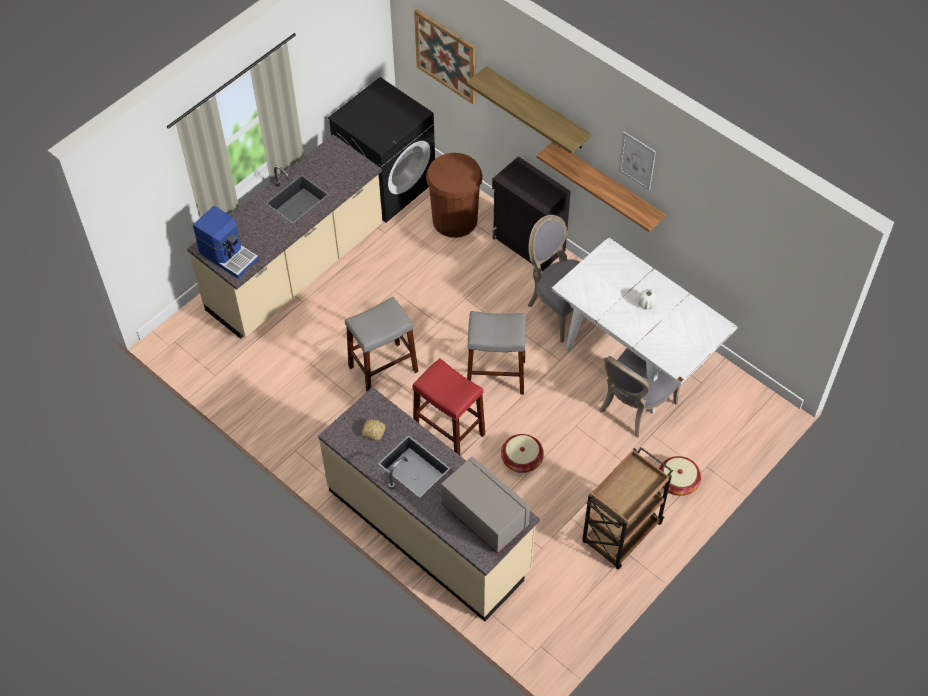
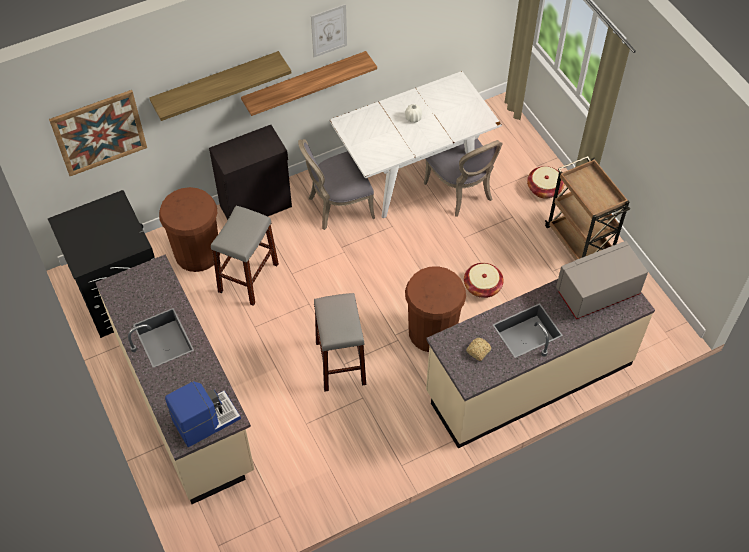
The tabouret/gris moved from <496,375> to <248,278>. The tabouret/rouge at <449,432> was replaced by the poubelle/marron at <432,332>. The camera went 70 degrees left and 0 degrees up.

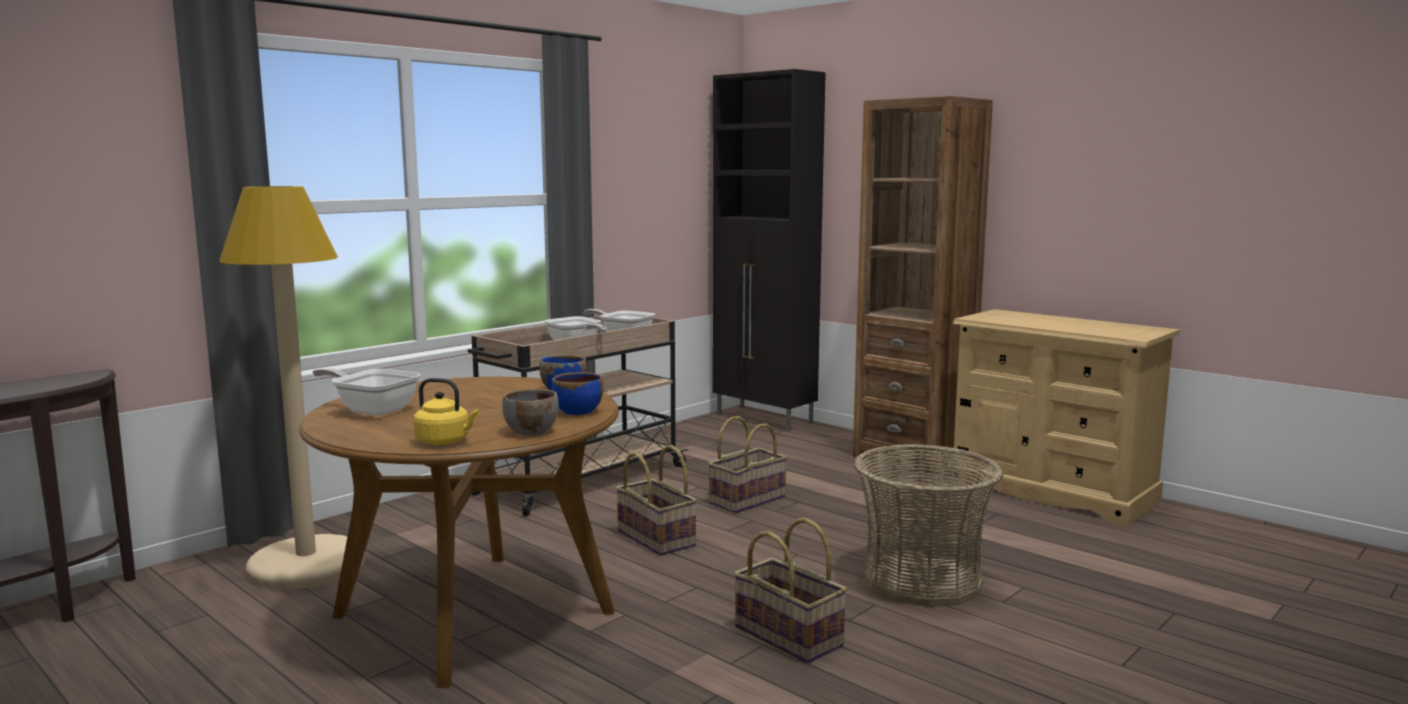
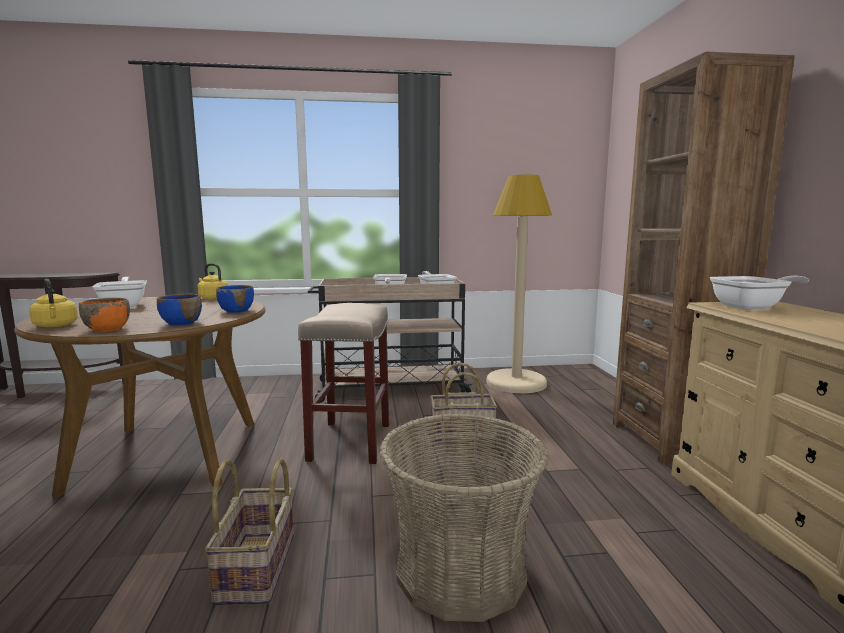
The bol/gris at <530,431> became the bol/orange at <107,329>. The bouilloire/jaune at <212,298> appeared. The panier at <657,538> was replaced by the tabouret/beige at <351,442>. The lampadaire/beige moved from <307,565> to <516,383>. The poêle at <752,307> appeared. The meuble de rangement/noir at <764,419> disappeared. The camera went 40 degrees right and 0 degrees up.

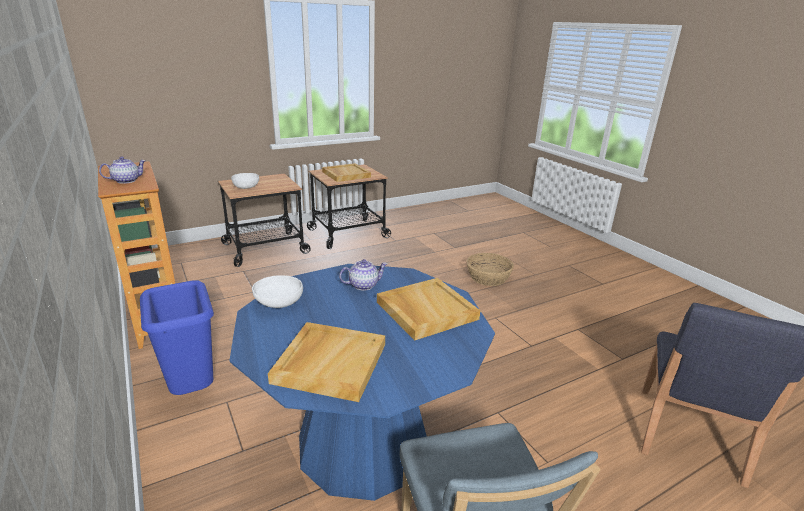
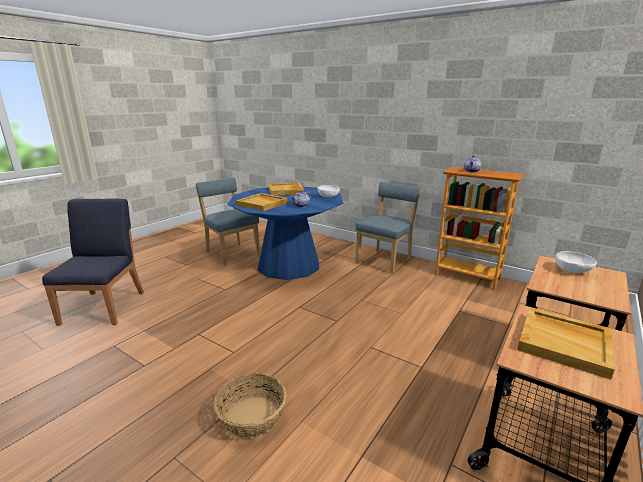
The poubelle/bleu at <193,391> was replaced by the chaise/bleu at <385,260>. The camera went 155 degrees right and 5 degrees down.

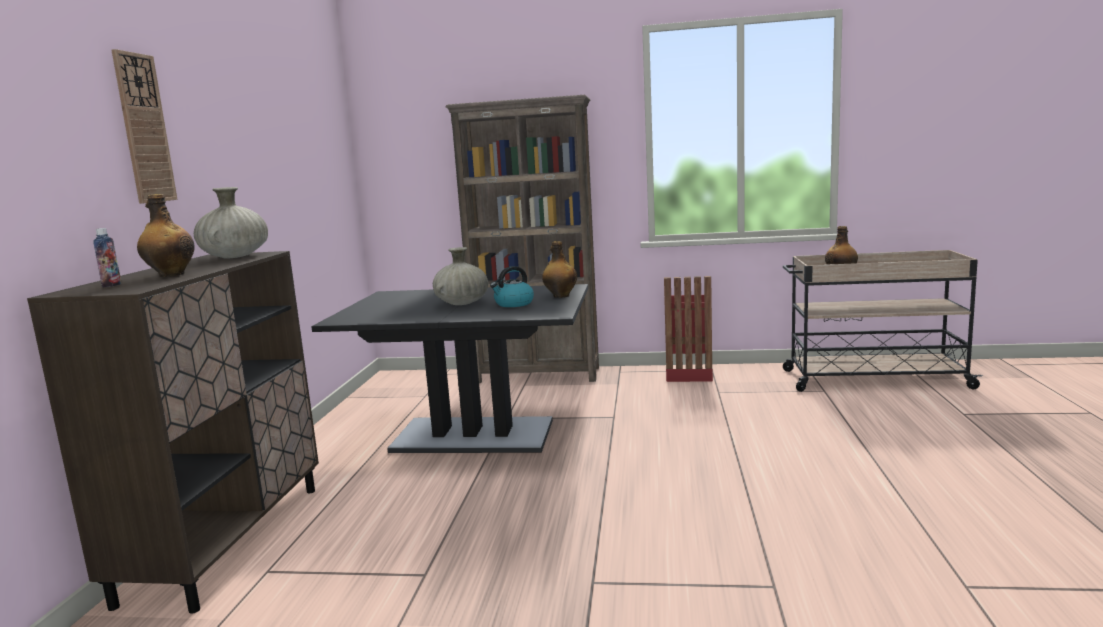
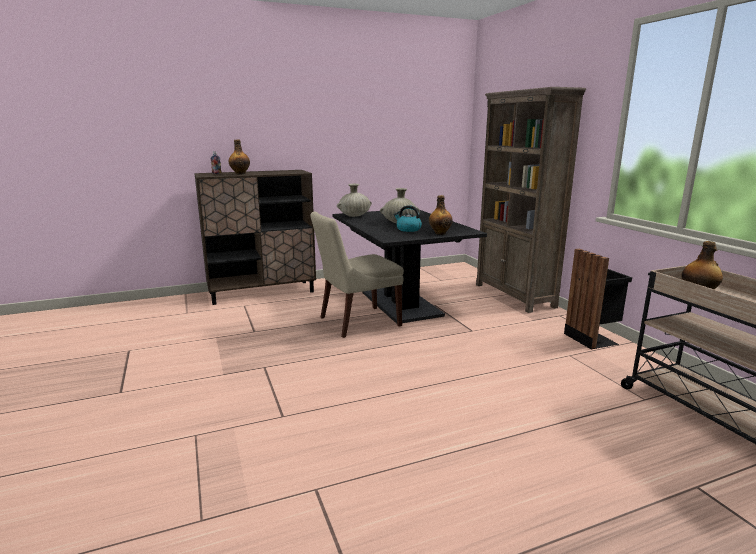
The chaise/beige at <357,322> appeared. The vase/beige moved from <235,257> to <354,216>. The poubelle/rouge at <688,374> became the poubelle/noir at <592,338>. The horloge murale at <144,129> disappeared. The camera went 60 degrees right and 5 degrees up.

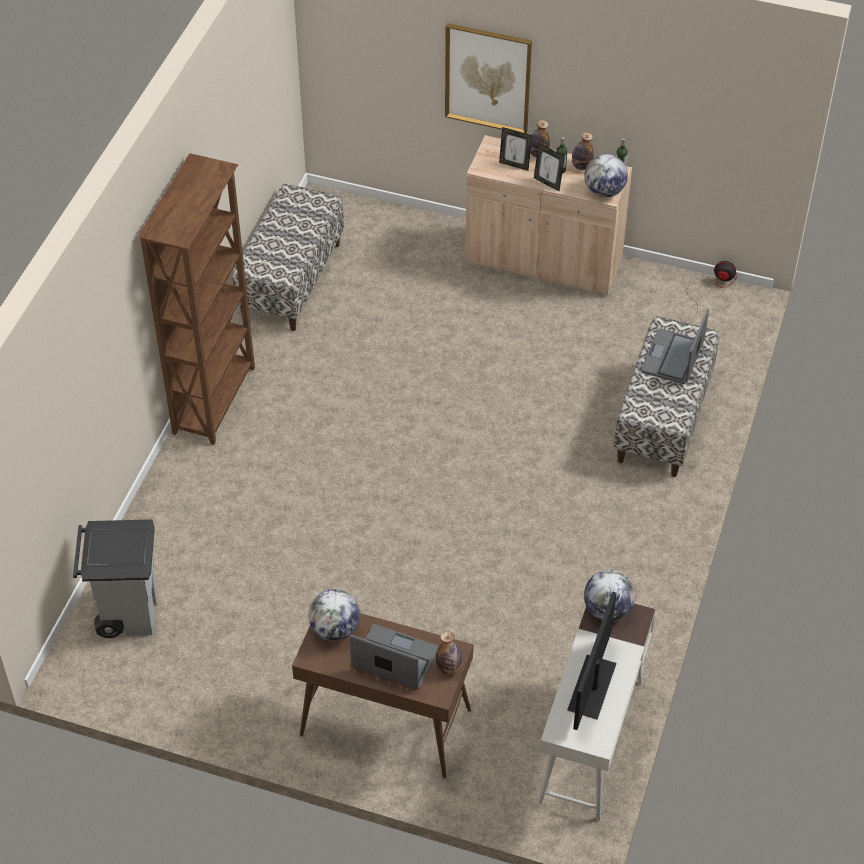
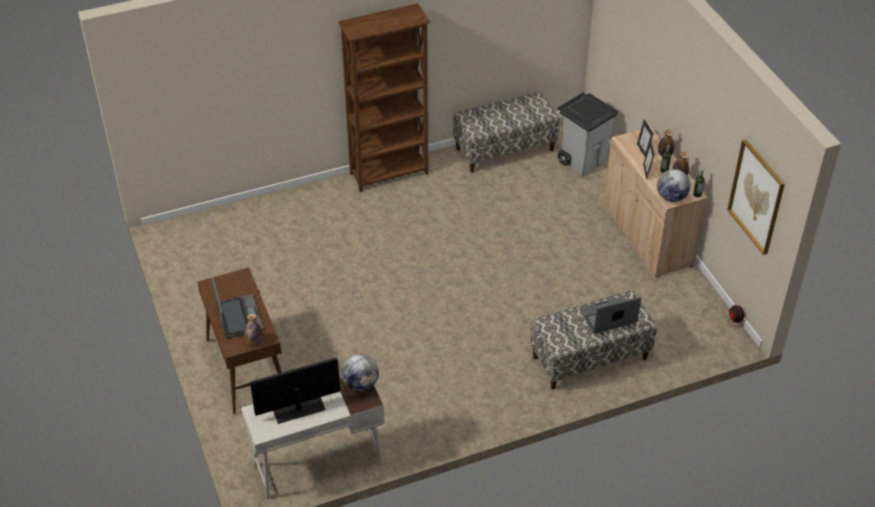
The poubelle/gris moved from <127,611> to <582,160>. The tableau moved from <488,78> to <756,197>. The globe at <335,629> disappeared. The camera went 50 degrees right and 5 degrees down.

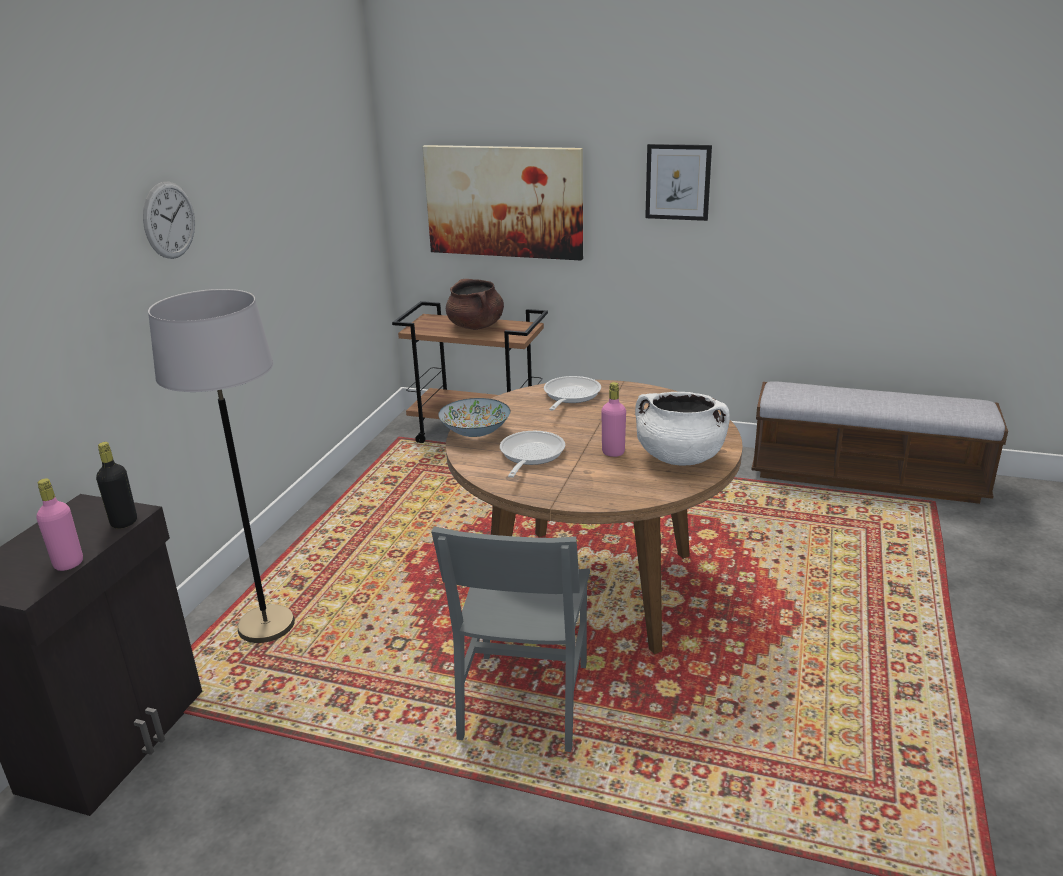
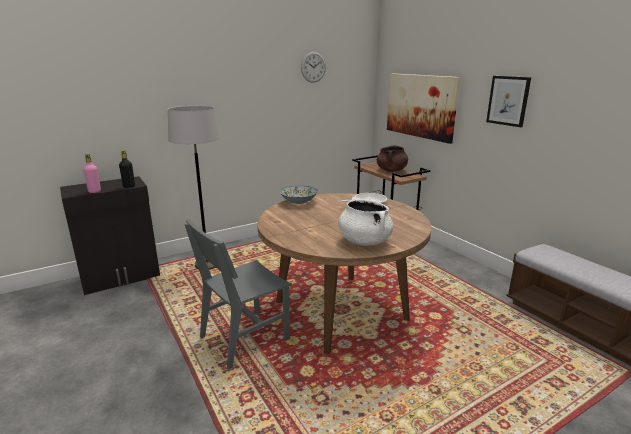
The horloge murale moved from <169,220> to <313,67>. The poêle at <530,455> disappeared. The bouteille/rose at <613,452> disappeared. The camera went 40 degrees right and 5 degrees down.

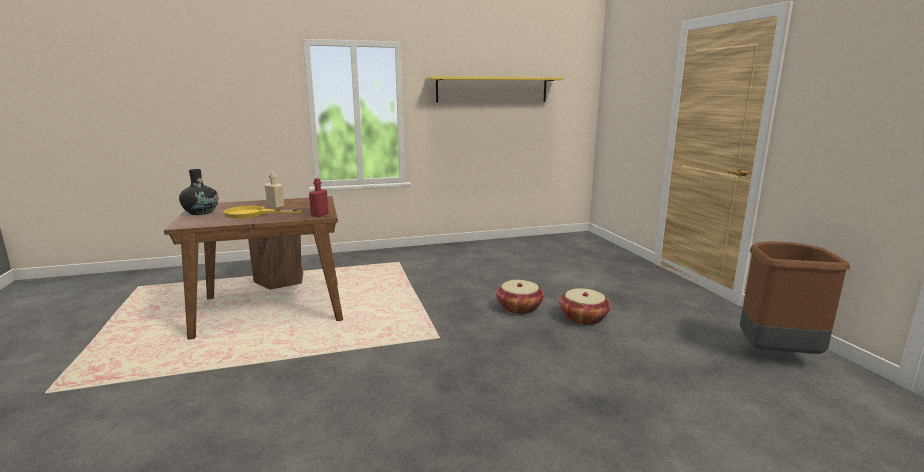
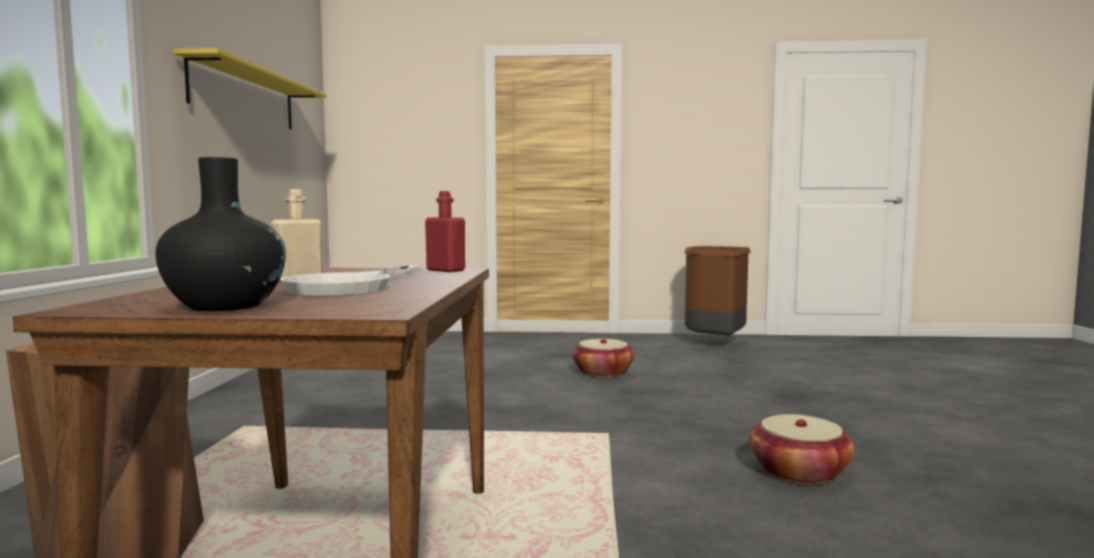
The poêle/jaune at <252,214> became the poêle/blanc at <350,286>. The panier moved from <519,308> to <799,472>. The camera went 70 degrees left and 10 degrees down.

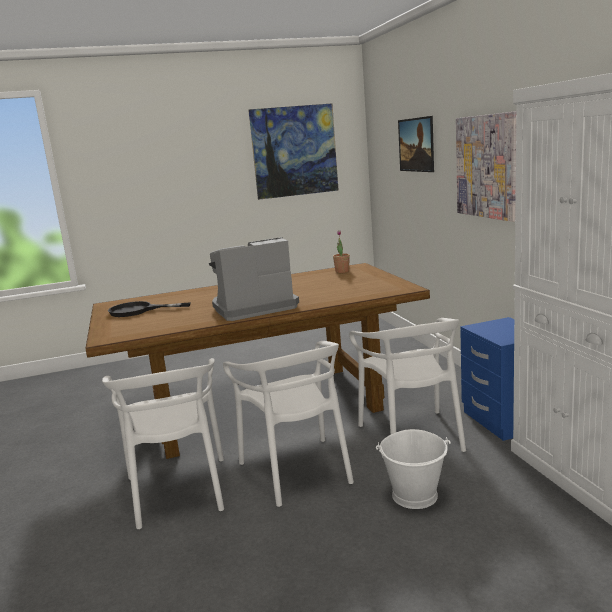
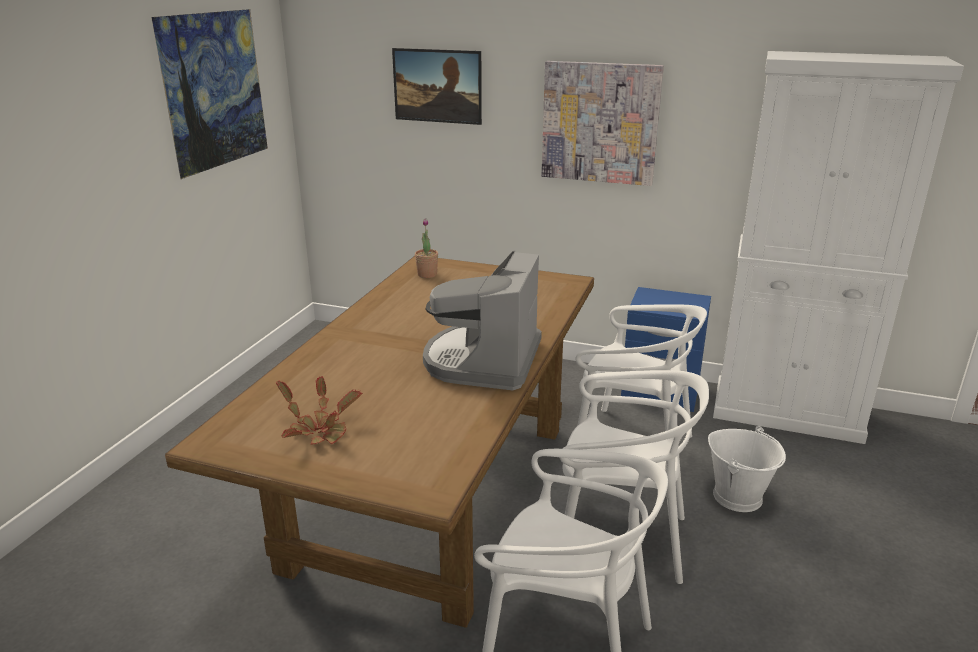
The poêle/noir at <138,311> was replaced by the plante en pot at <319,429>. The camera went 55 degrees left and 10 degrees up.

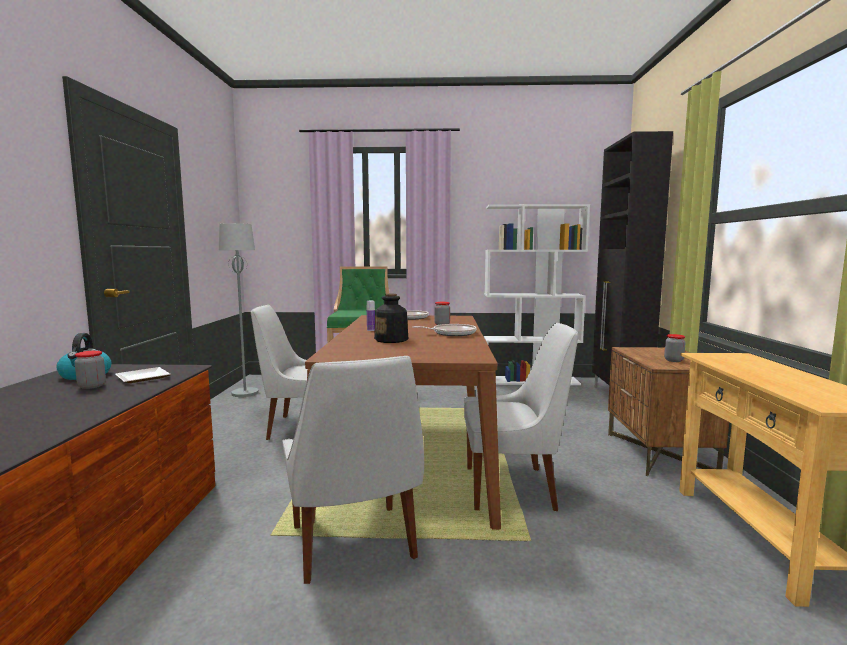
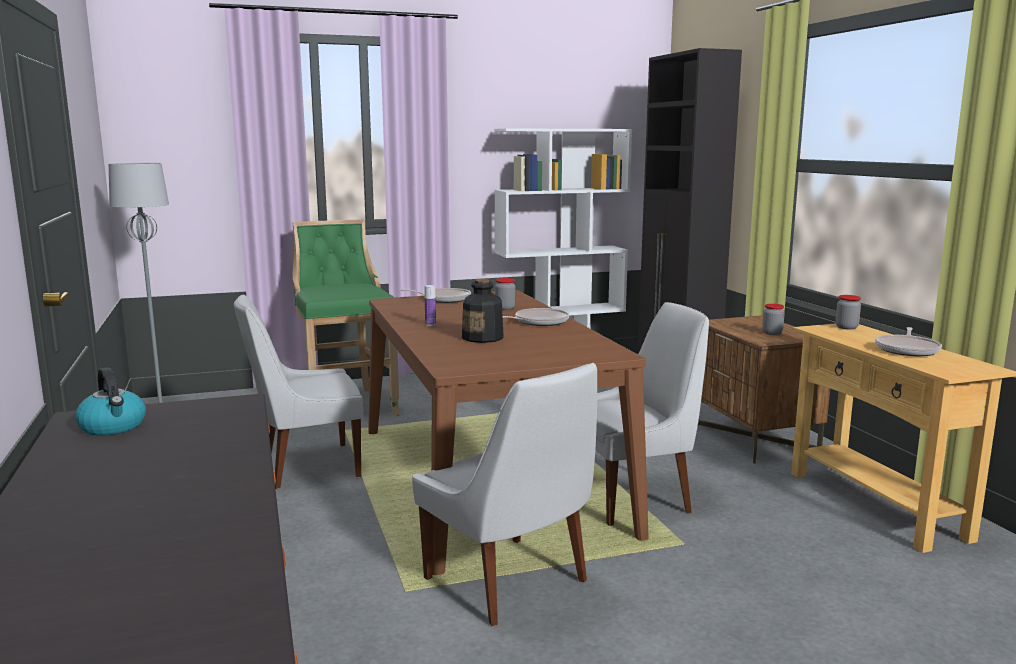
The bocal moved from <92,386> to <846,327>. The poêle at <907,349> appeared. The assiette at <141,377> disappeared. The camera went 20 degrees left and 5 degrees up.

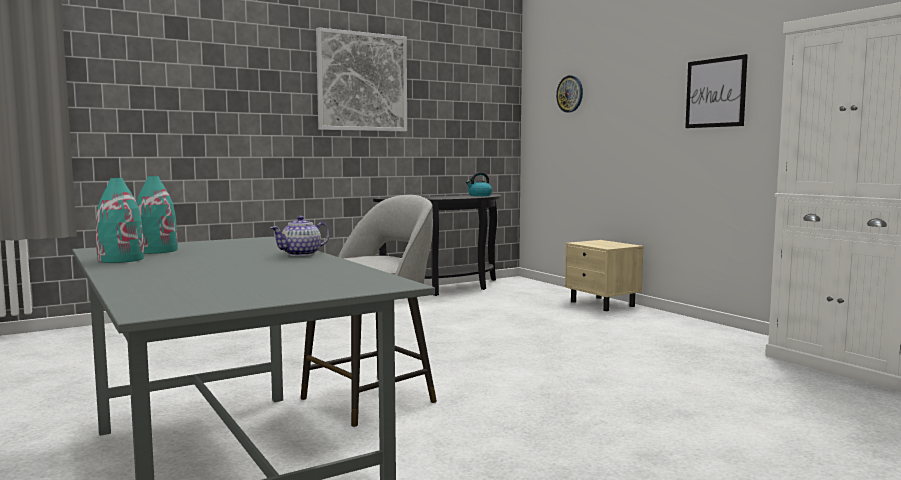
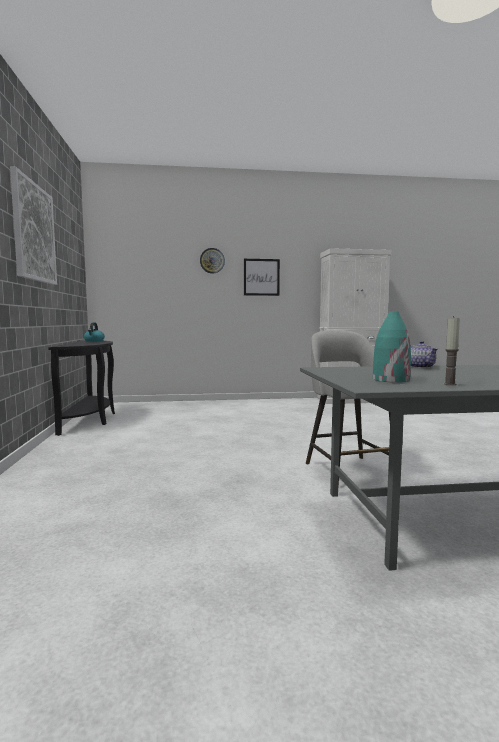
The horloge murale moved from <570,94> to <212,260>. The vase/turquoise at <121,259> was replaced by the bougie at <449,384>. The table de chevet/beige at <602,304> disappeared. The camera went 65 degrees left and 0 degrees up.

